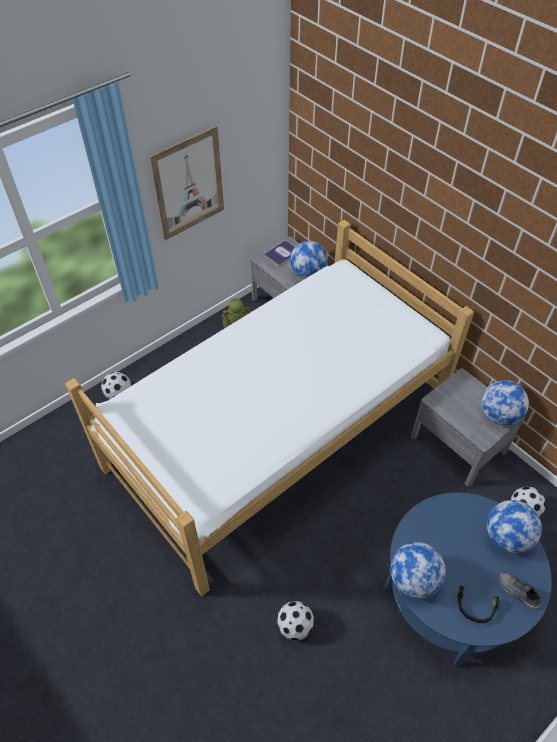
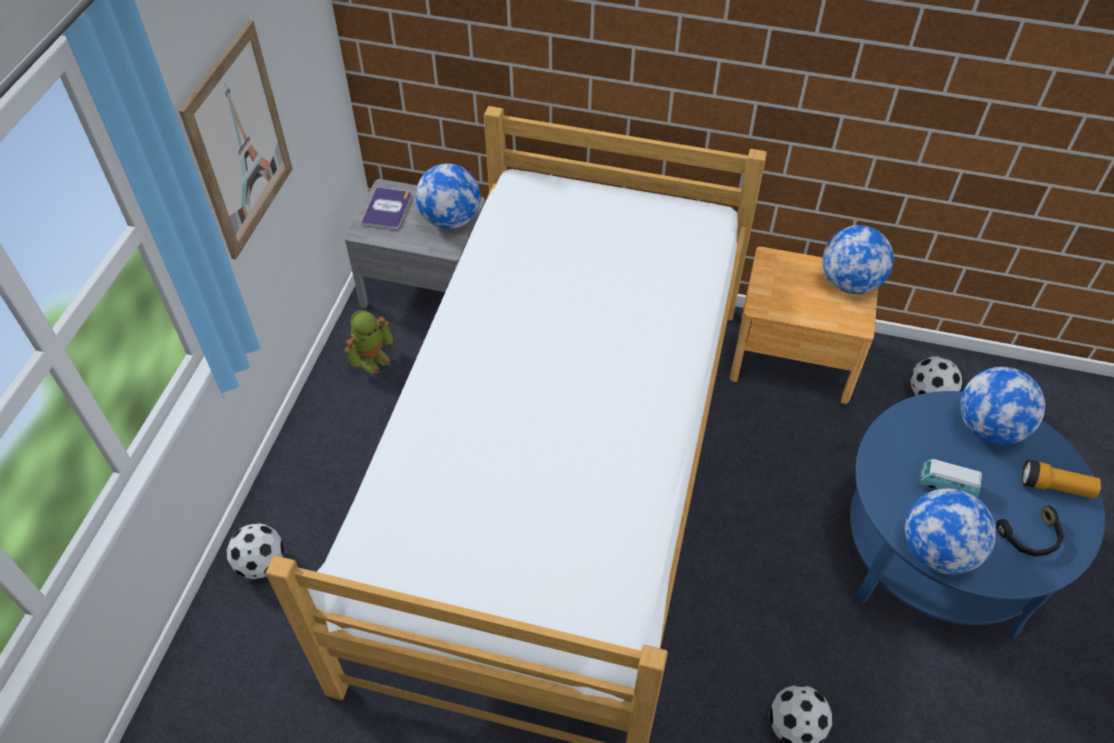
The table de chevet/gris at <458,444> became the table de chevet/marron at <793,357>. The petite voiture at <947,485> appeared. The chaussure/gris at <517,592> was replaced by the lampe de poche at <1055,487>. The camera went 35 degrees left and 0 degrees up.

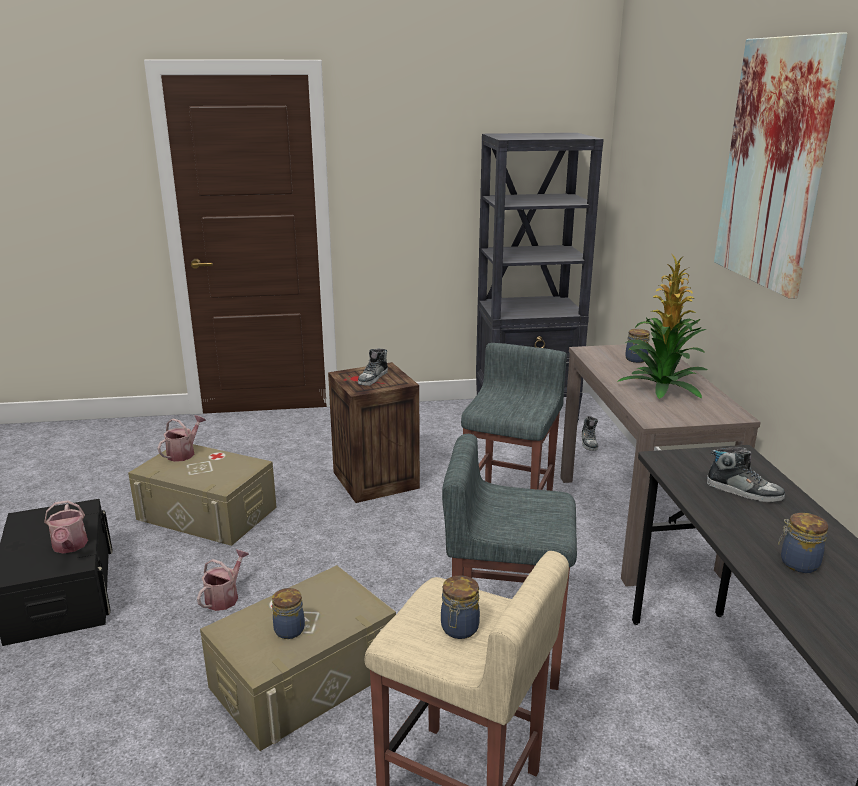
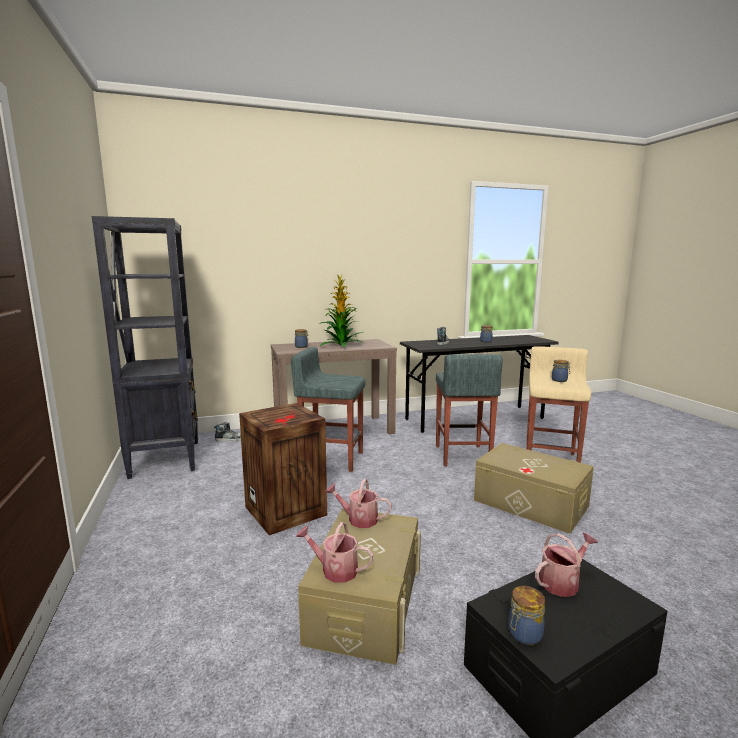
The arrosoir moved from <225,597> to <358,519>. The bocal moved from <289,629> to <523,635>. The chaussure at <373,378> disappeared. The tableau at <775,164> disappeared. The camera went 100 degrees left and 10 degrees down.

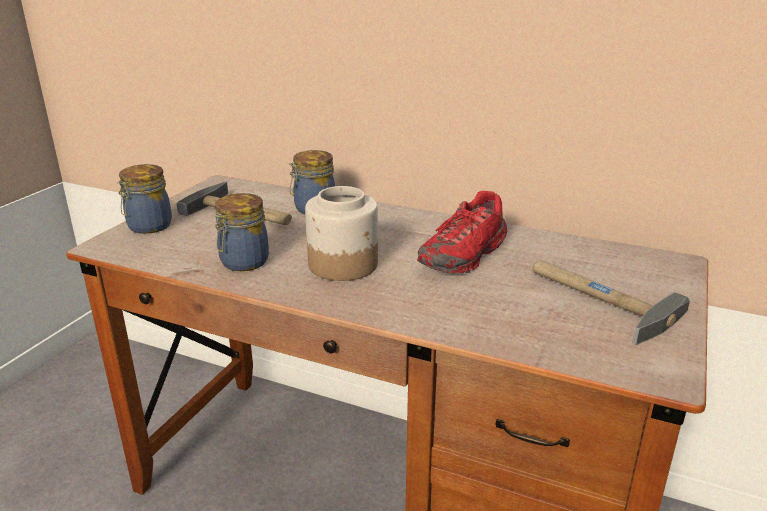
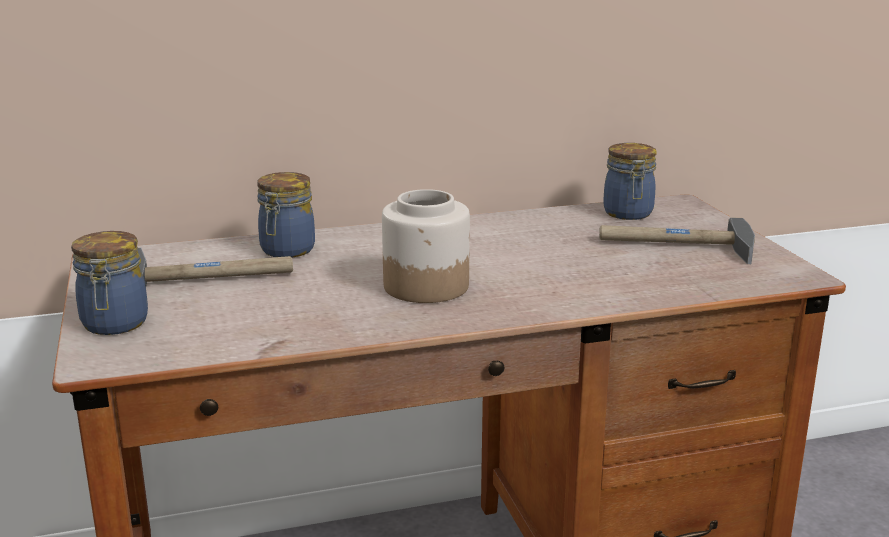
The bocal moved from <243,262> to <628,214>. The chaussure/rouge at <464,257> disappeared. The camera went 40 degrees left and 5 degrees down.

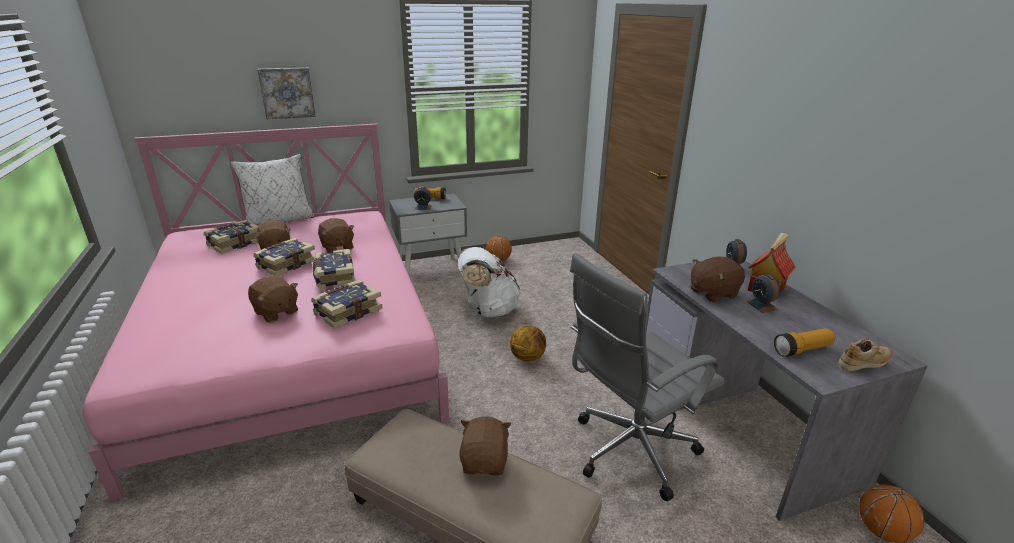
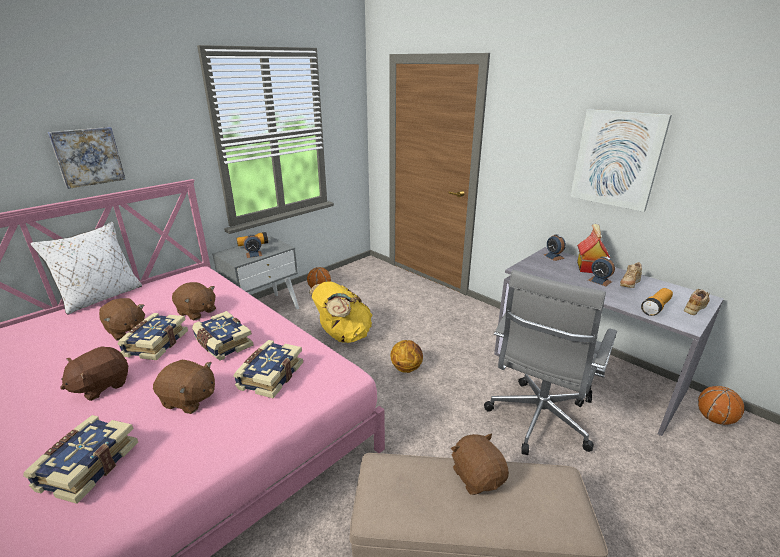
The livre moved from <235,243> to <87,466>. The peluche/marron moved from <712,293> to <101,385>. The sac à dos/blanc at <488,310> became the sac à dos/jaune at <343,336>. The tableau at <617,159> appeared. The chaussure/beige at <629,284> appeared. The camera went 25 degrees left and 0 degrees up.

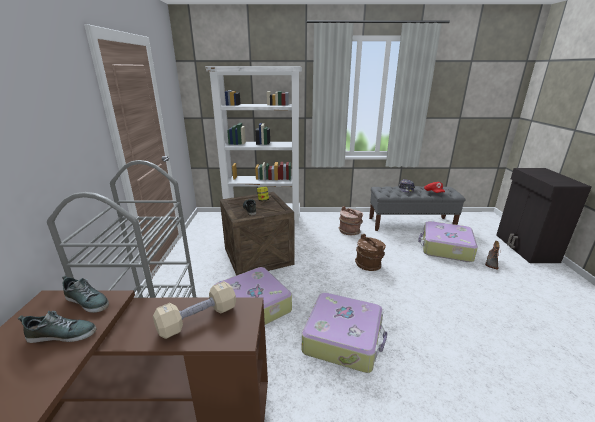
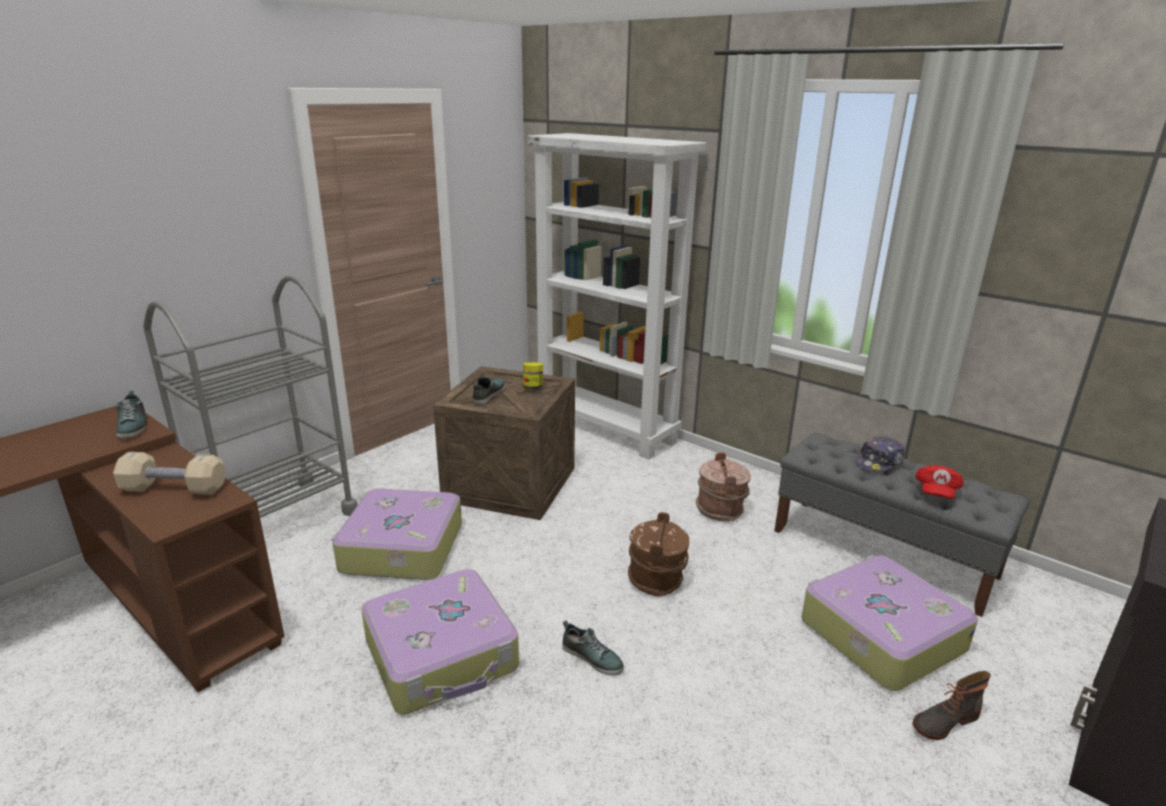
The chaussure moved from <62,334> to <592,657>. The camera went 40 degrees right and 0 degrees up.

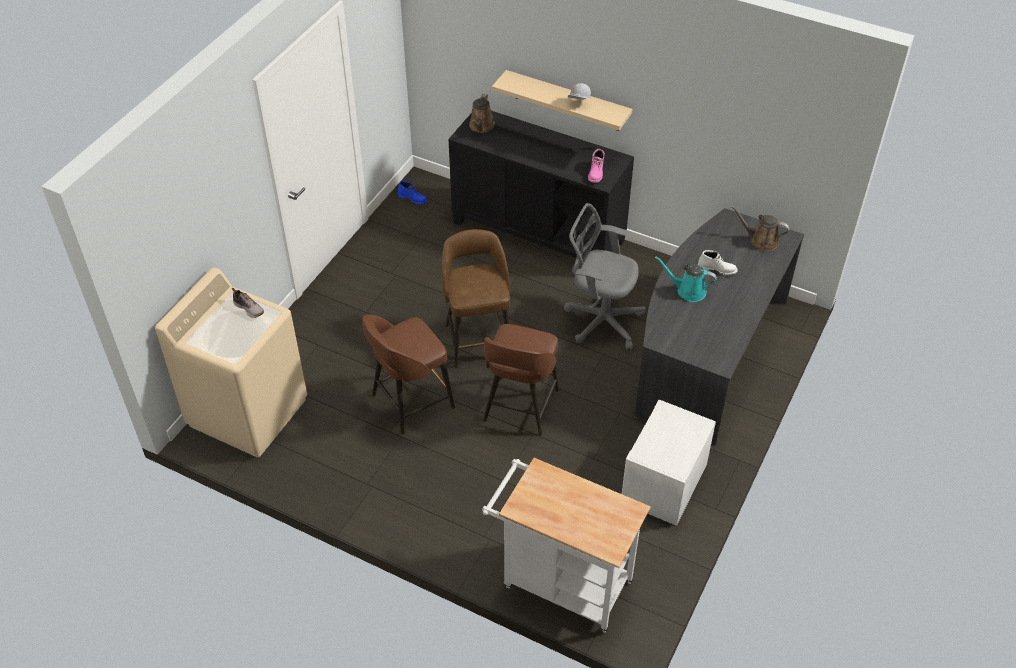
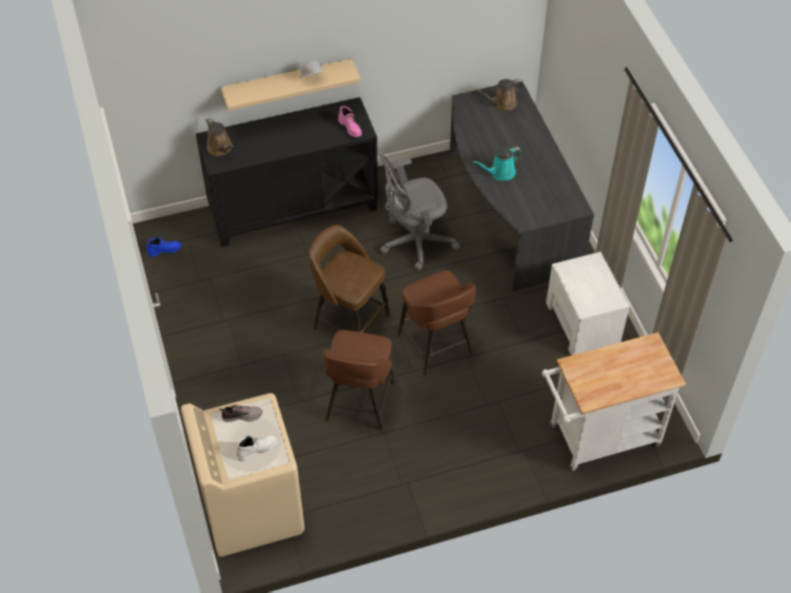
The botte/blanc moved from <717,269> to <256,448>. The camera went 45 degrees left and 5 degrees up.

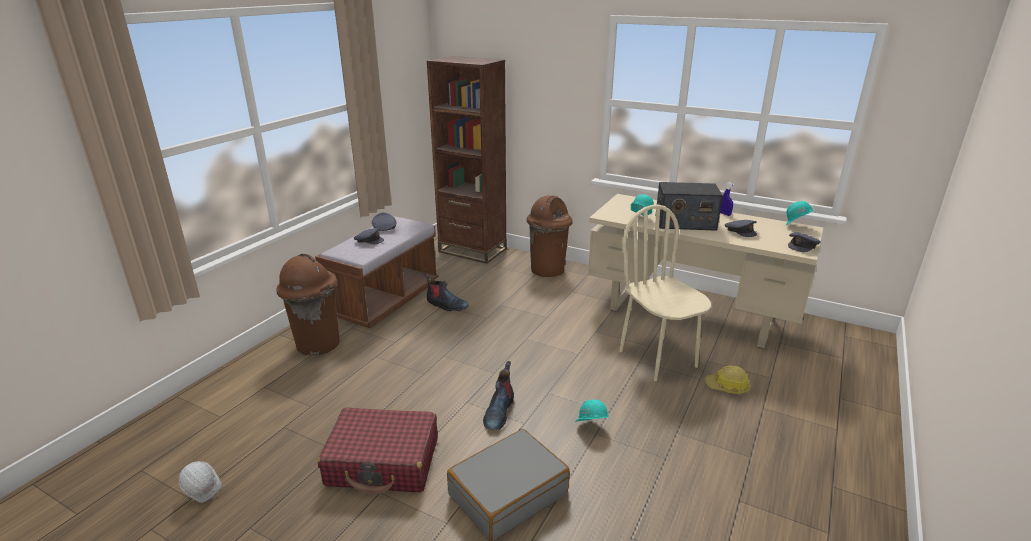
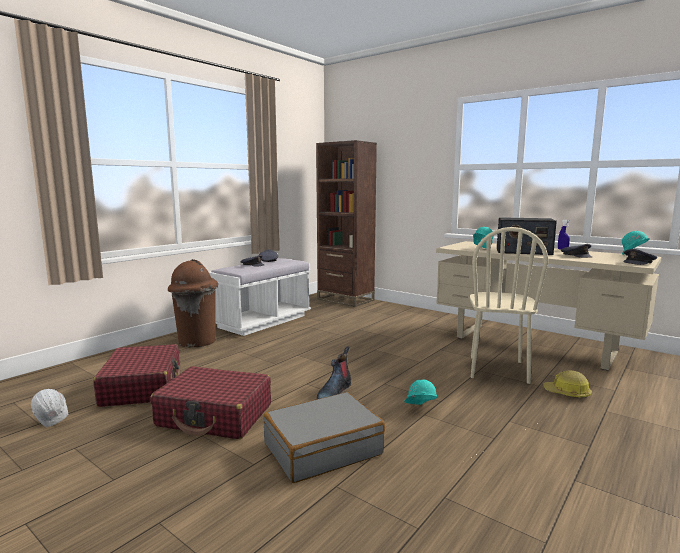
The valise/rouge at <142,386> appeared. The banc/marron at <385,300> became the banc/blanc at <263,321>. The chaise/beige at <658,358> turned 150 degrees counterclockwise. The botte at <446,305> disappeared. The poubelle/marron at <548,270> disappeared. The camera went 10 degrees right and 15 degrees down.

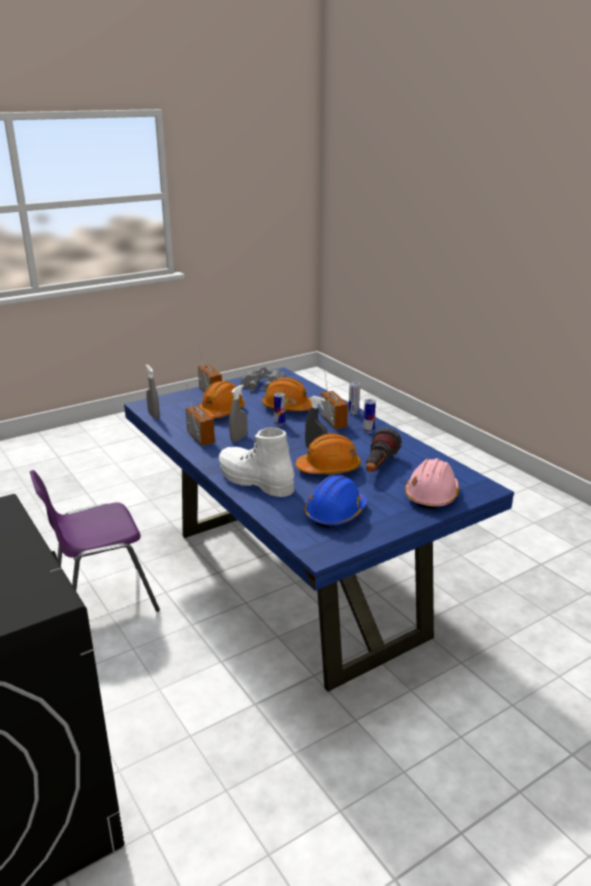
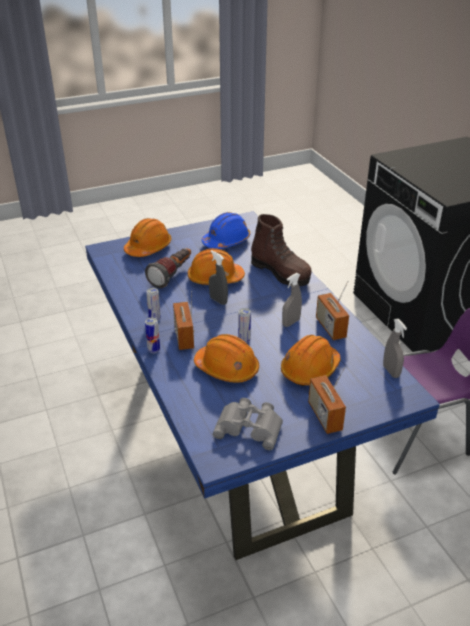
The casque de chantier/rose at <431,495> became the casque de chantier/orange at <148,248>. The botte/blanc at <255,481> became the botte/marron at <280,272>. The camera went 170 degrees left and 10 degrees up.

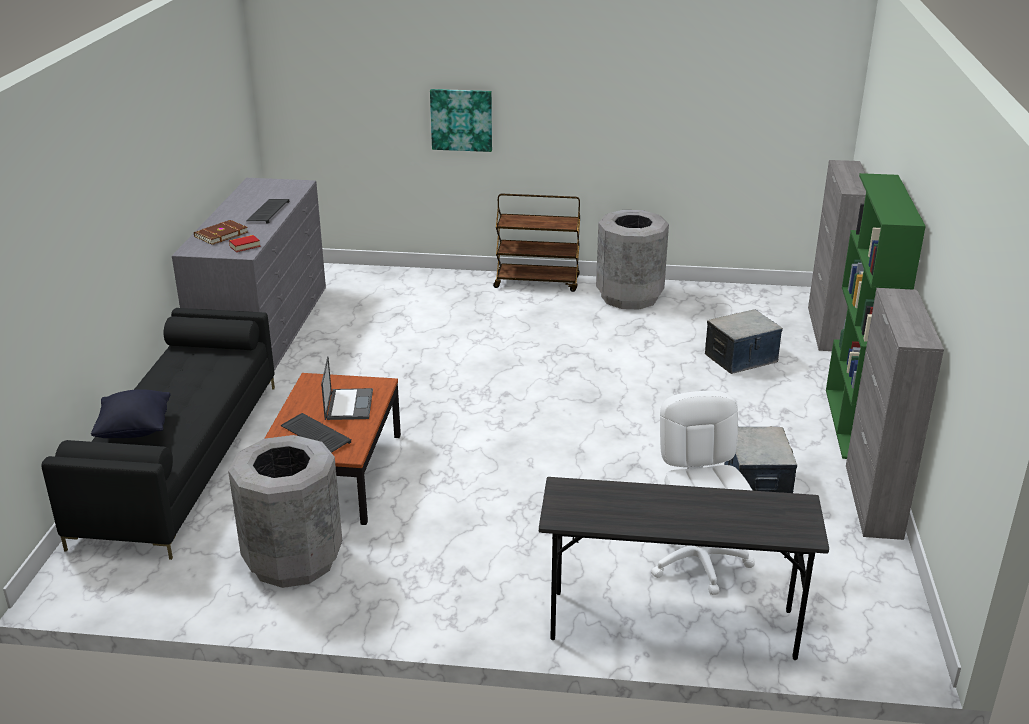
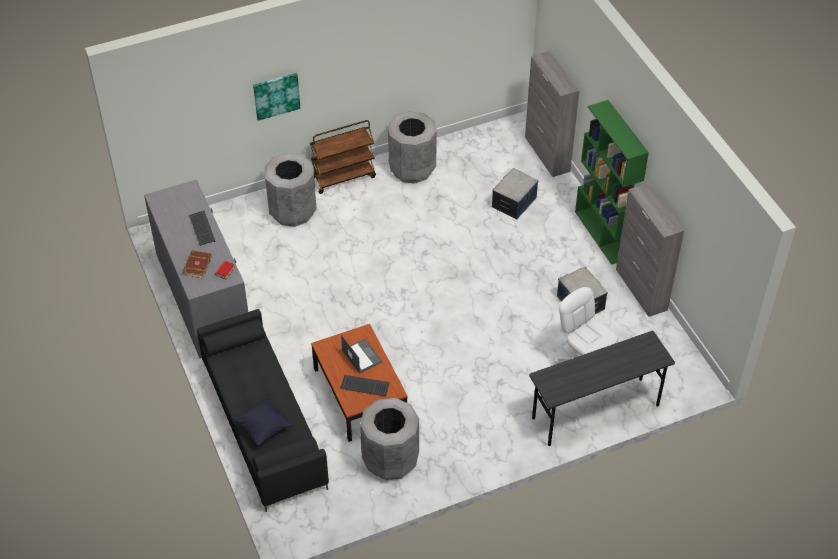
The poubelle/gris at <292,211> appeared. The camera went 30 degrees left and 20 degrees up.

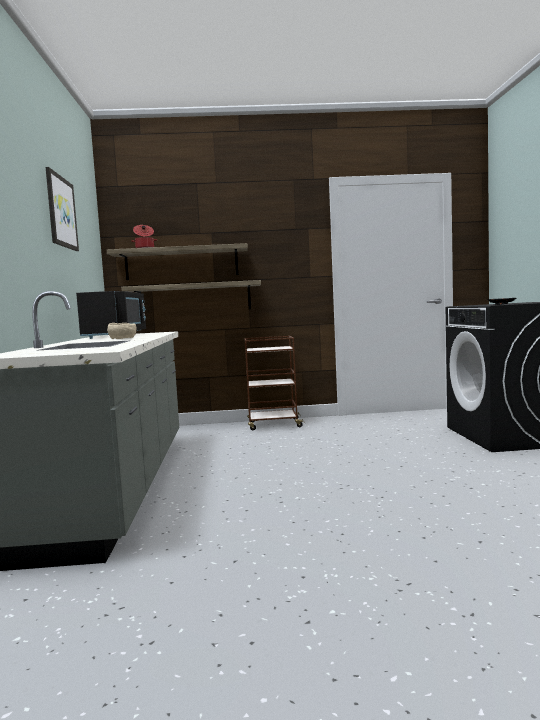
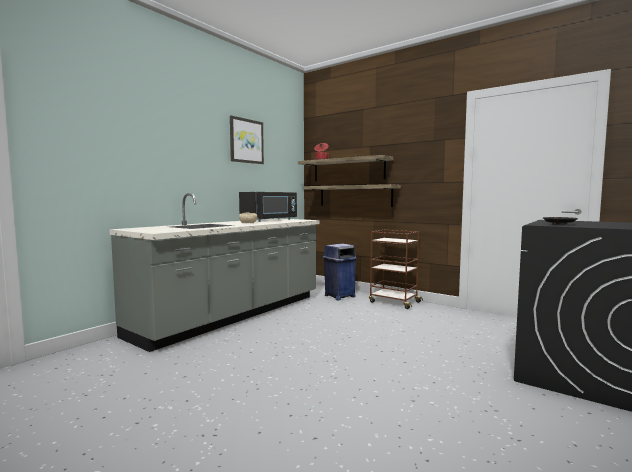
The poubelle/bleu at <339,296> appeared. The camera went 40 degrees right and 0 degrees up.

